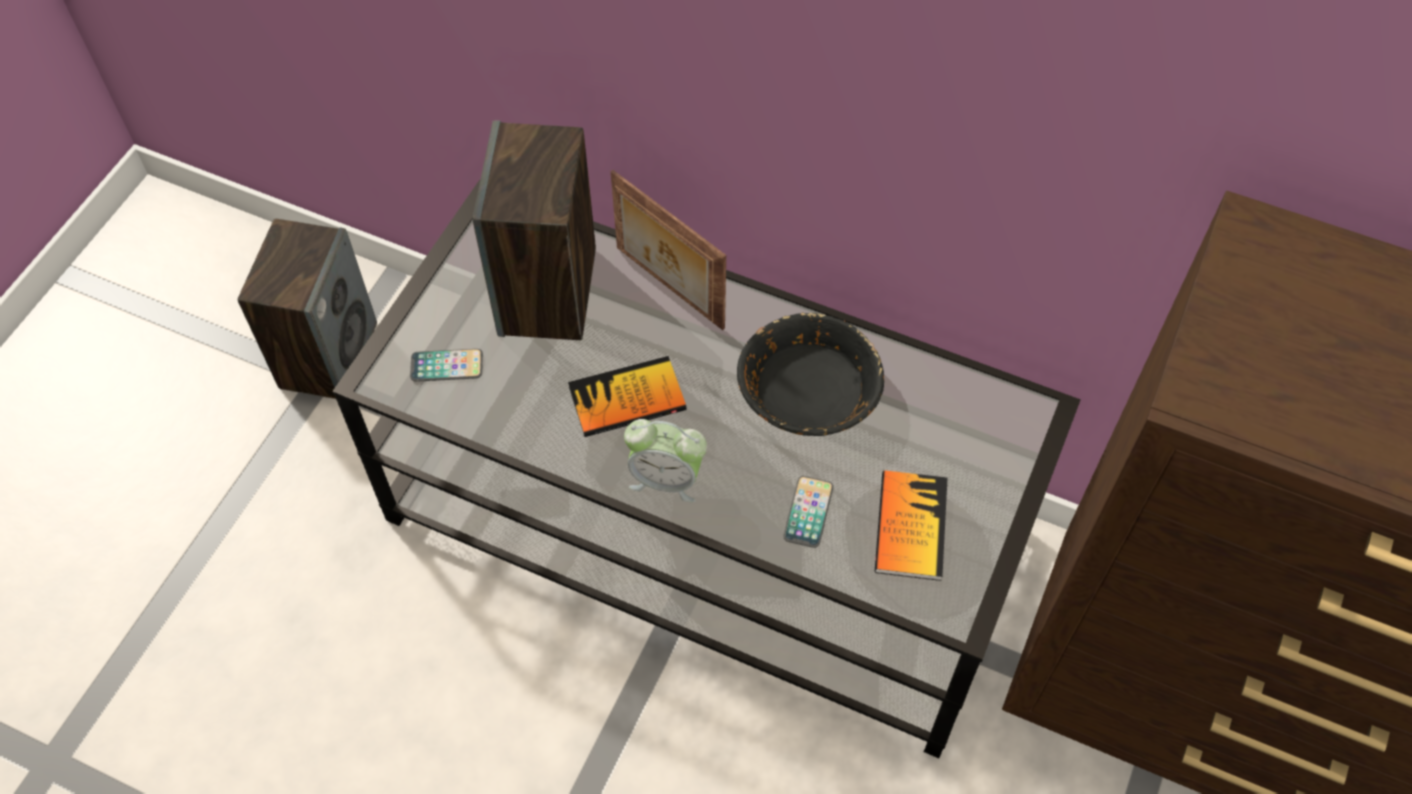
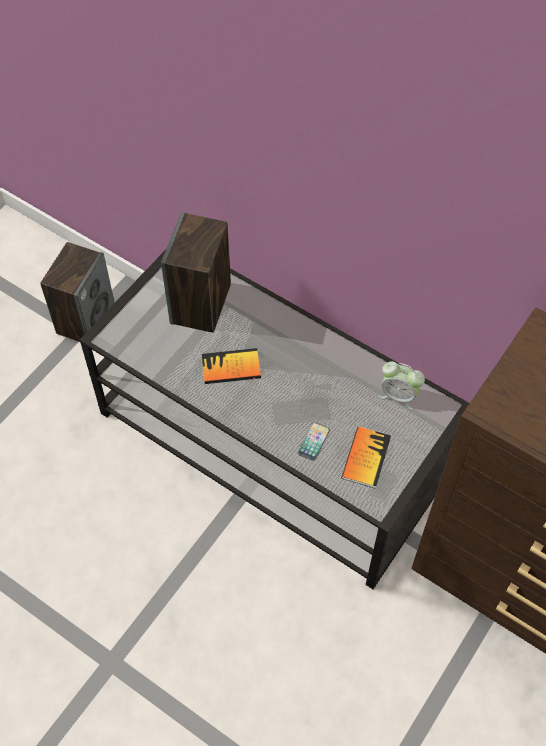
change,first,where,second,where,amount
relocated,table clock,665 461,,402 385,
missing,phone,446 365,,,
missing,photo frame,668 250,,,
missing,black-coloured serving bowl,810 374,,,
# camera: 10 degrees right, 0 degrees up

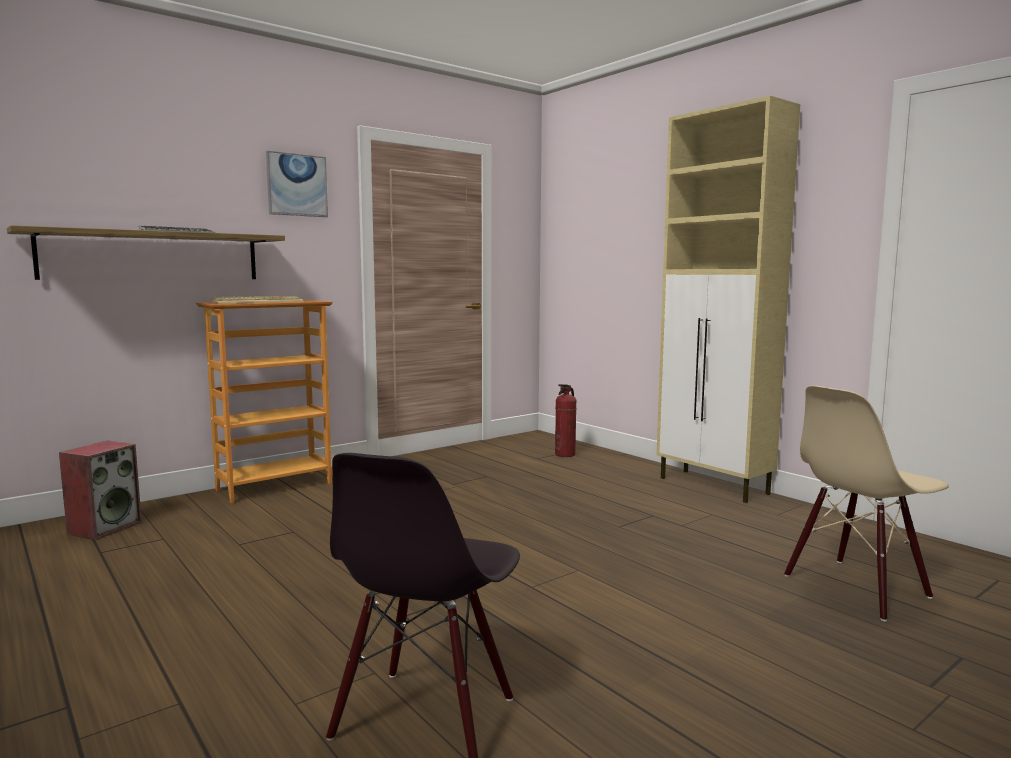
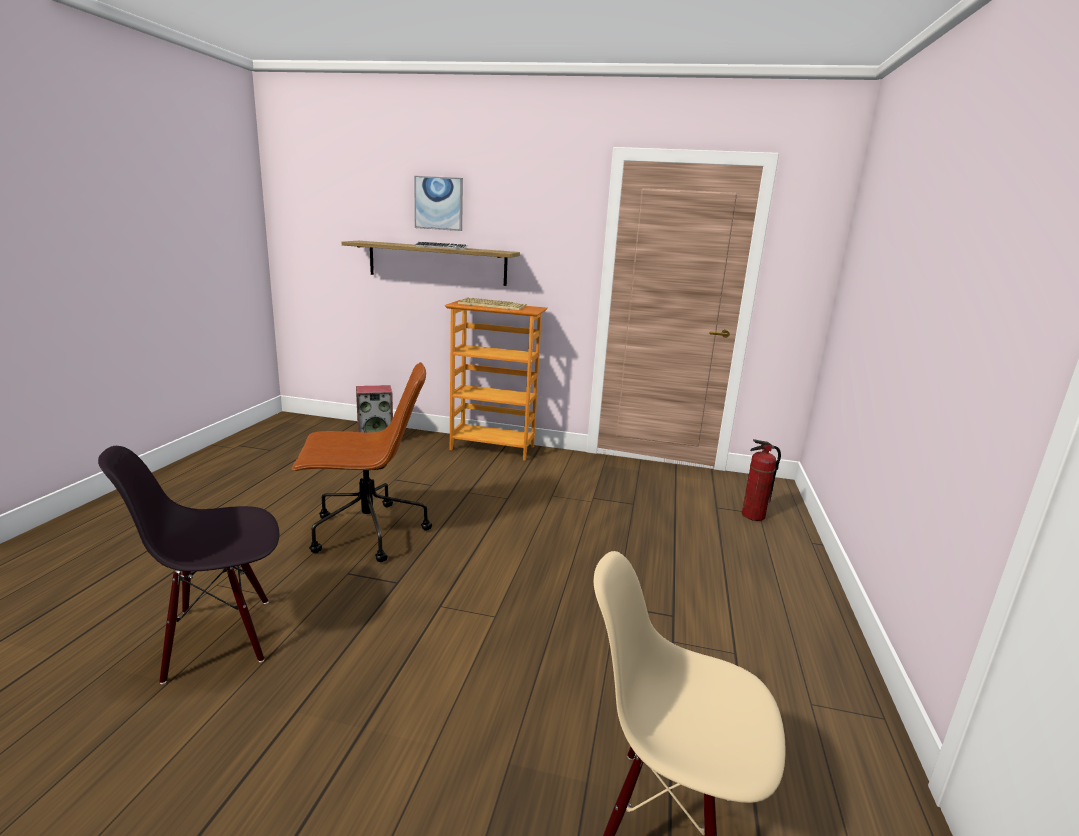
change,first,where,second,where,amount
appeared,,,brown-coloured desk chair,362 462,
relocated,wall picture,297 184,,438 203,
missing,beige storage cabinet,728 299,,,
# camera: 50 degrees right, 10 degrees up

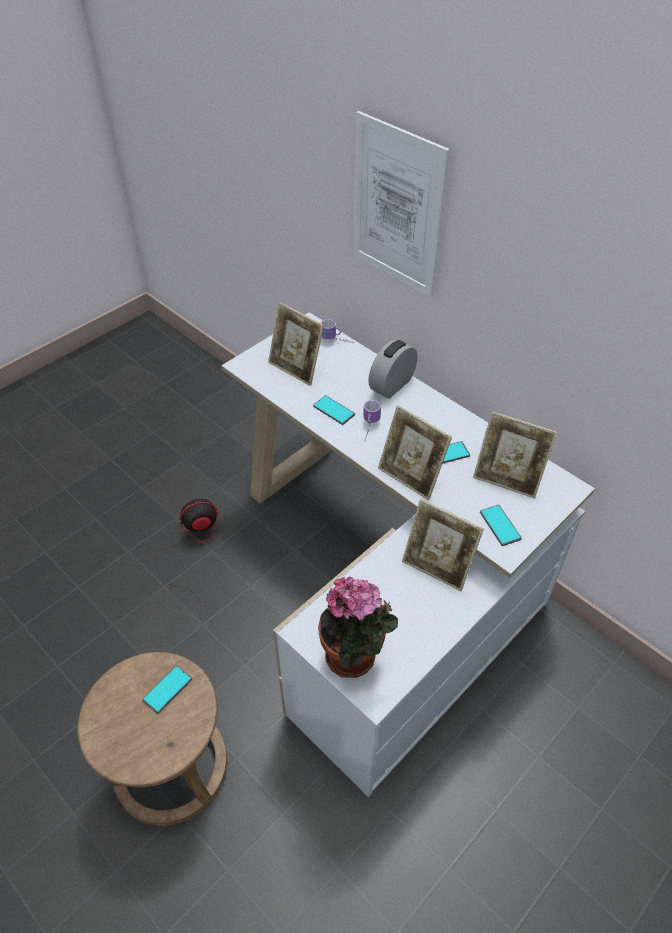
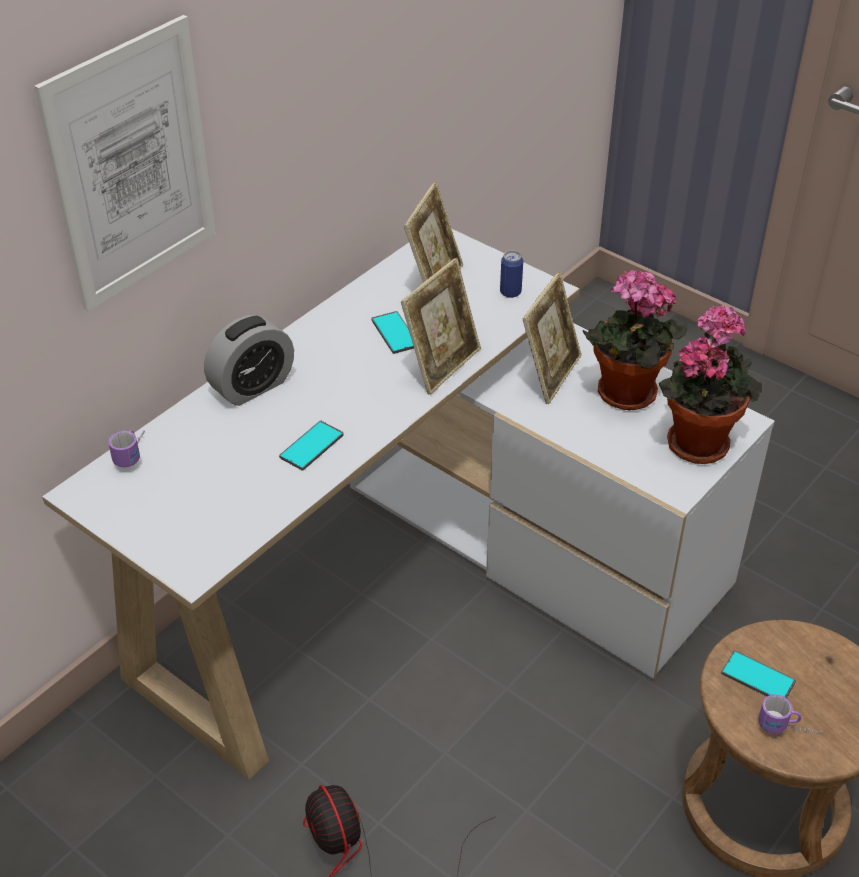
change,first,where,second,where,amount
spun,table clock,392 369,,249 360,75 degrees counterclockwise
exchanged,phone,501 525,can,511 274,
appeared,,,houseplant,635 340,
relocated,tea mug,372 419,,790 714,
missing,photo frame,296 344,,,
# camera: 95 degrees left, 5 degrees down

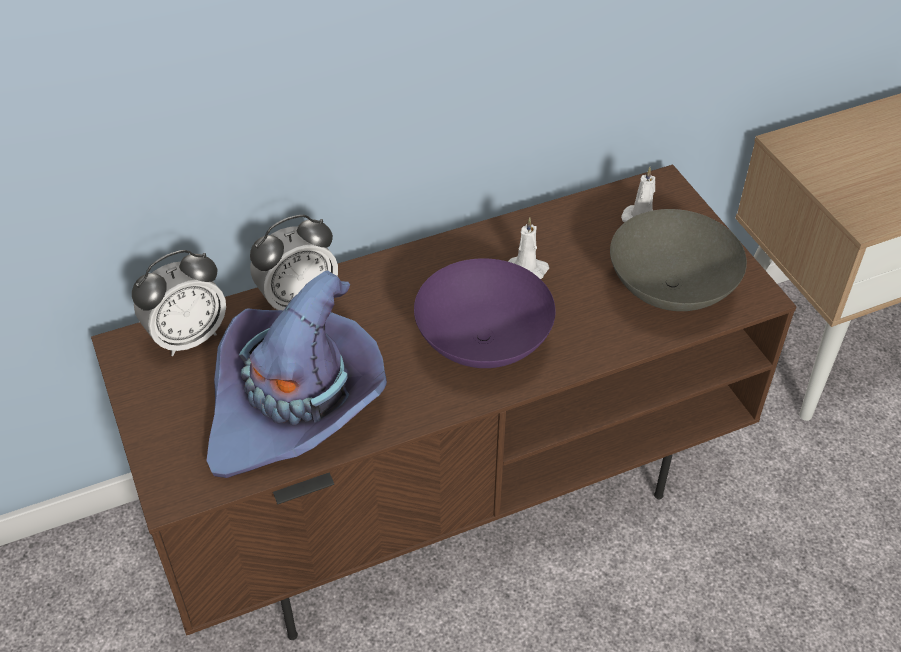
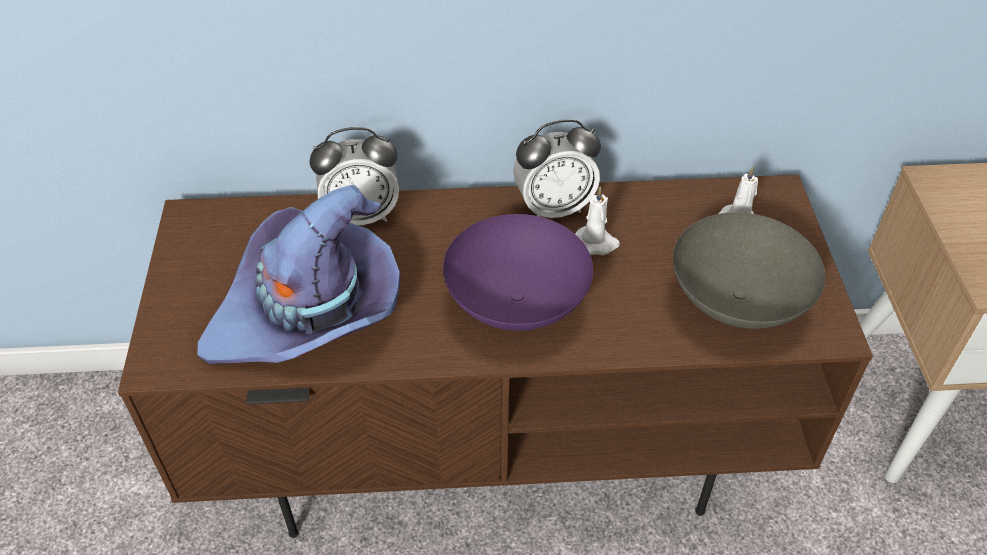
change,first,where,second,where,amount
relocated,table clock,179 303,,557 168,
# camera: 20 degrees right, 0 degrees up

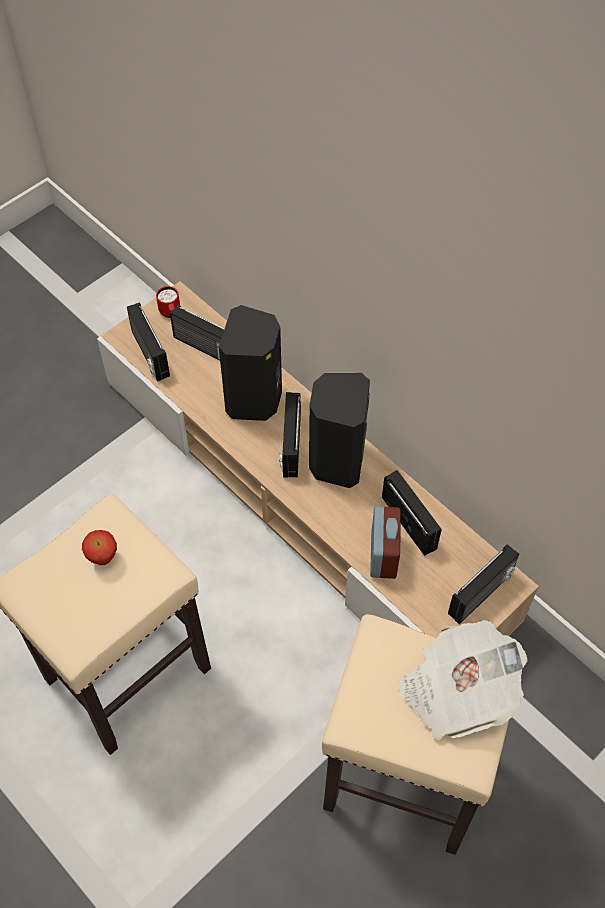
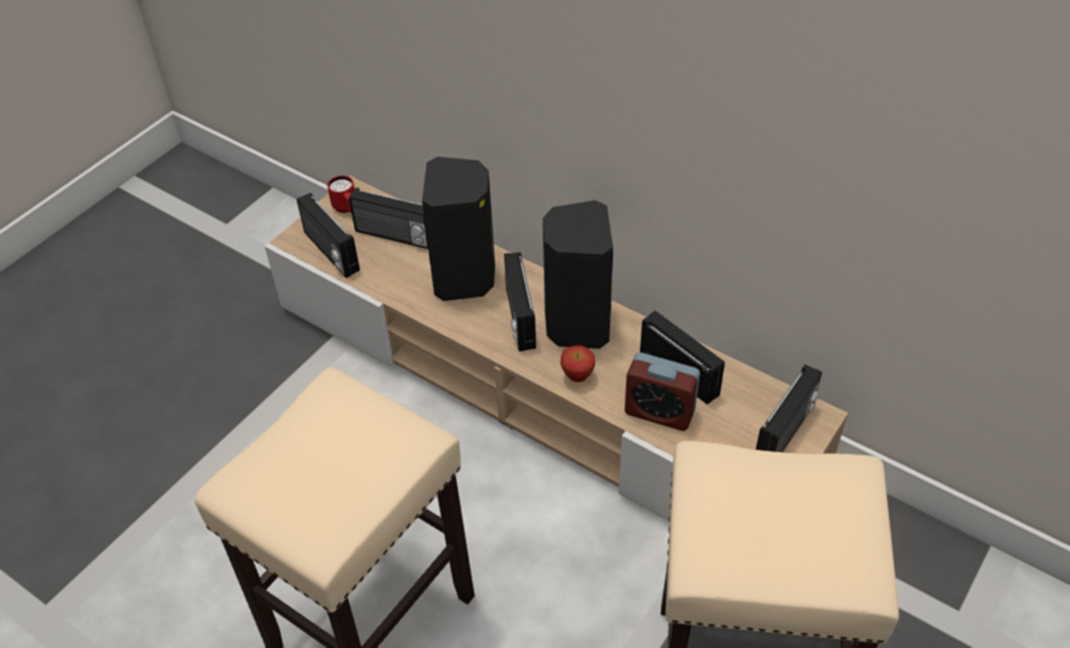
change,first,where,second,where,amount
relocated,whole apple,99 547,,577 363,
spun,table clock,385 542,,662 391,120 degrees clockwise
missing,newspaper,462 680,,,
# camera: 10 degrees left, 10 degrees down

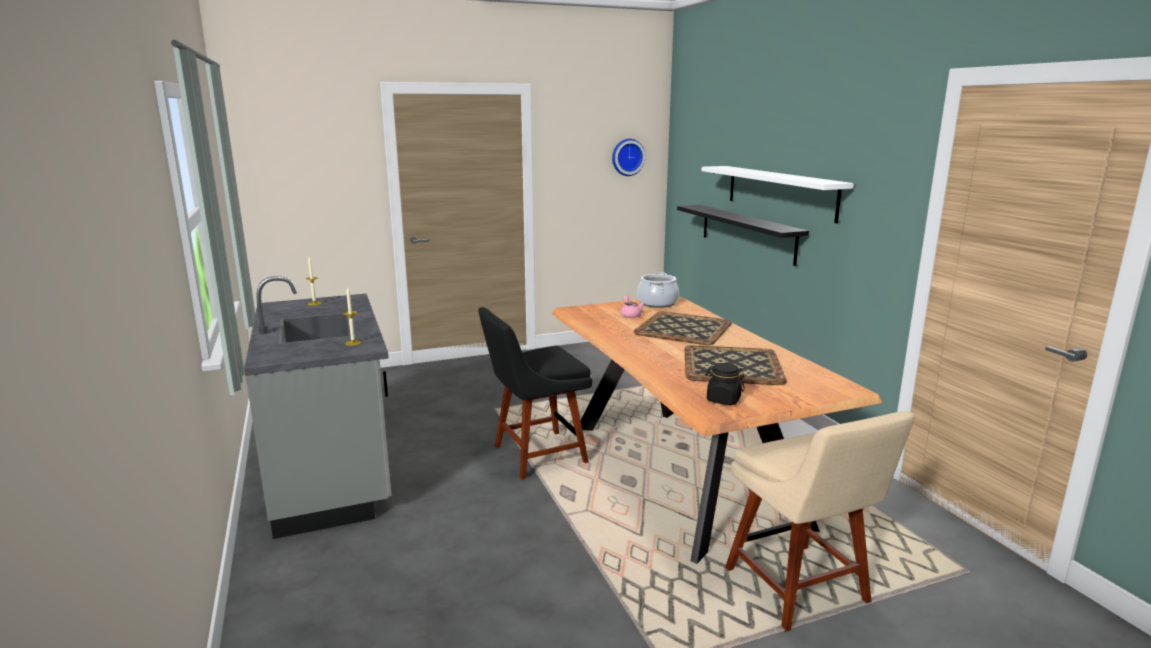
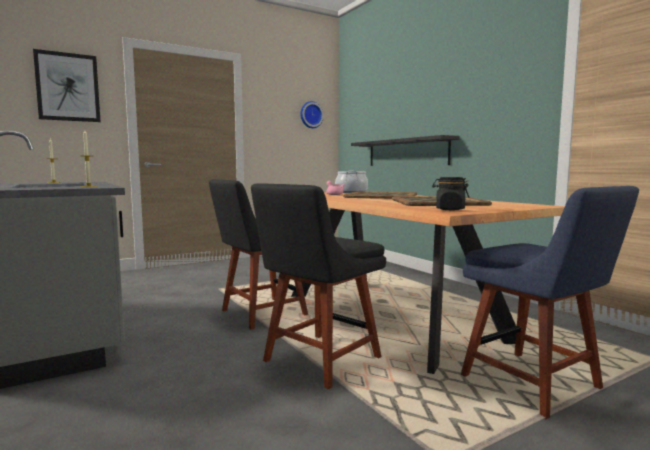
change,first,where,second,where,amount
appeared,,,wall picture,67 85,
appeared,,,black-coloured upright chair,318 286,
colour,beige upright chair,820 521,blue-coloured upright chair,550 302,
missing,white shelf,778 194,,,
# camera: 10 degrees left, 10 degrees down

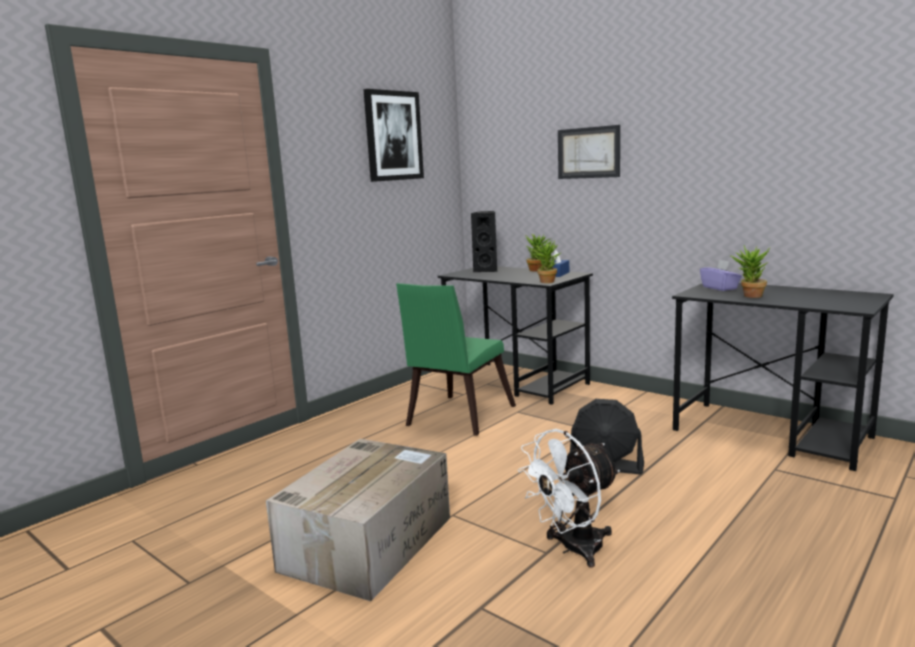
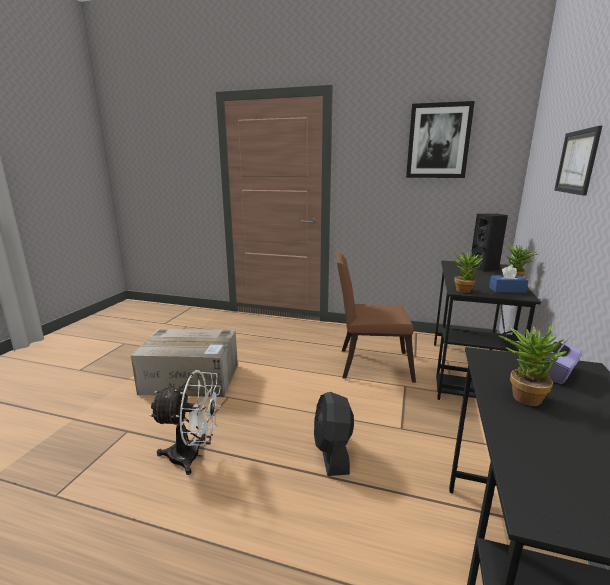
change,first,where,second,where,amount
spun,white electric fan,569 498,,185 422,150 degrees clockwise
colour,green upright chair,456 359,brown-coloured upright chair,376 317,
# camera: 65 degrees right, 5 degrees up

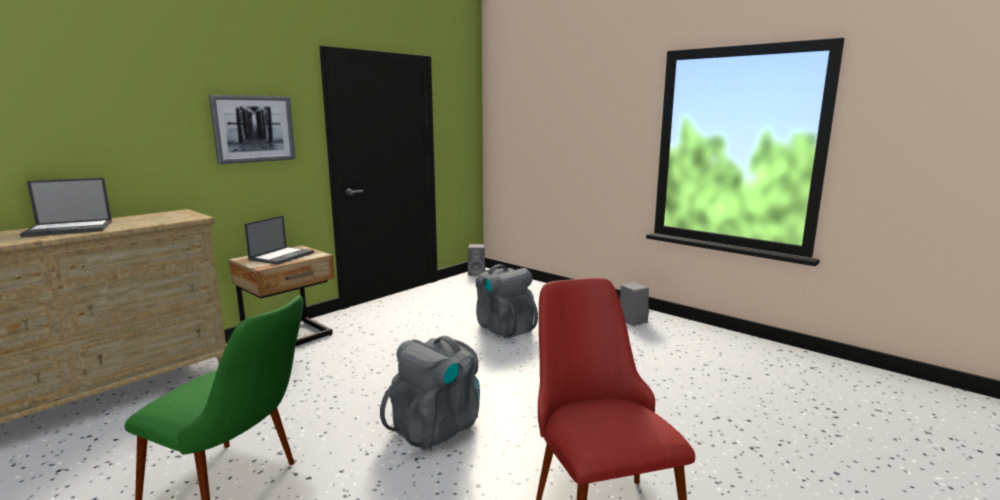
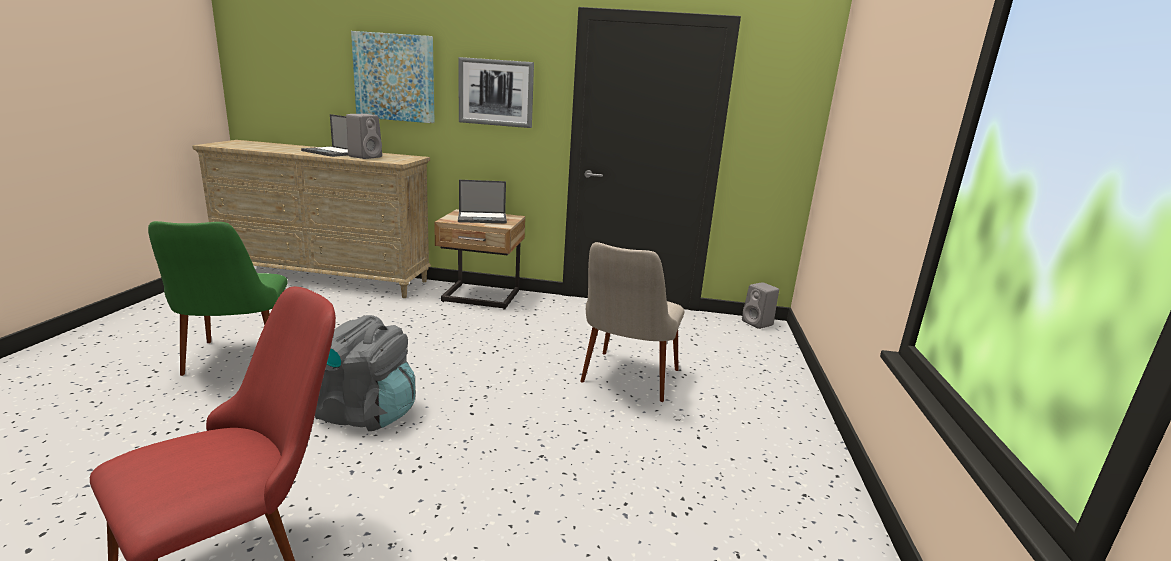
change,first,where,second,where,amount
relocated,greyish speaker,634 304,,364 136,
appeared,,,wall picture,393 77,
exchanged,greyish rucksack,507 301,beige upright chair,632 322,
# camera: 55 degrees right, 5 degrees up

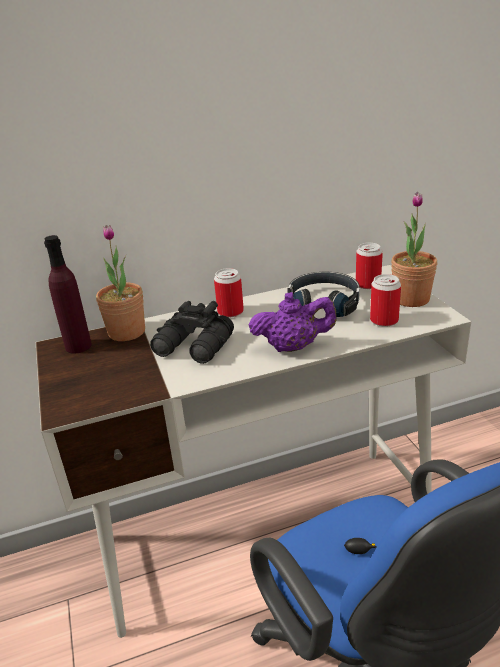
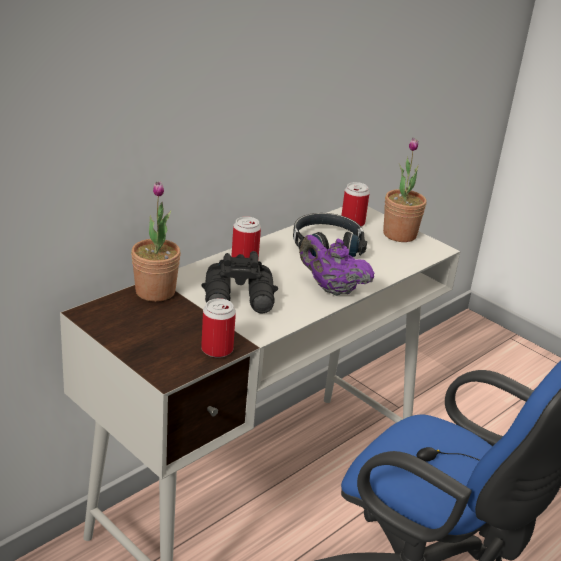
change,first,where,second,where,amount
relocated,can,385 300,,218 328,
spun,purple-coloured teapot,292 322,,336 265,120 degrees counterclockwise
missing,purple-coloured beverage bottle,68 294,,,
# camera: 30 degrees left, 0 degrees up

